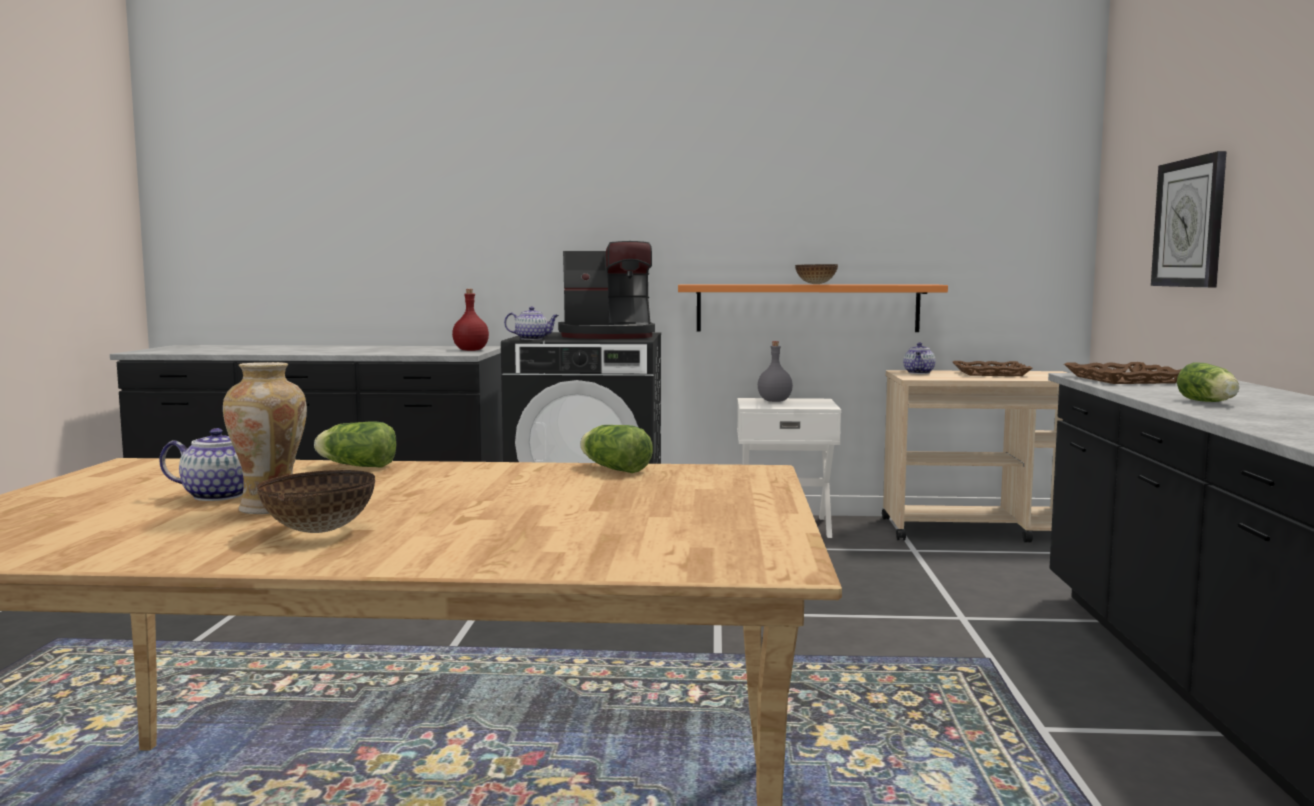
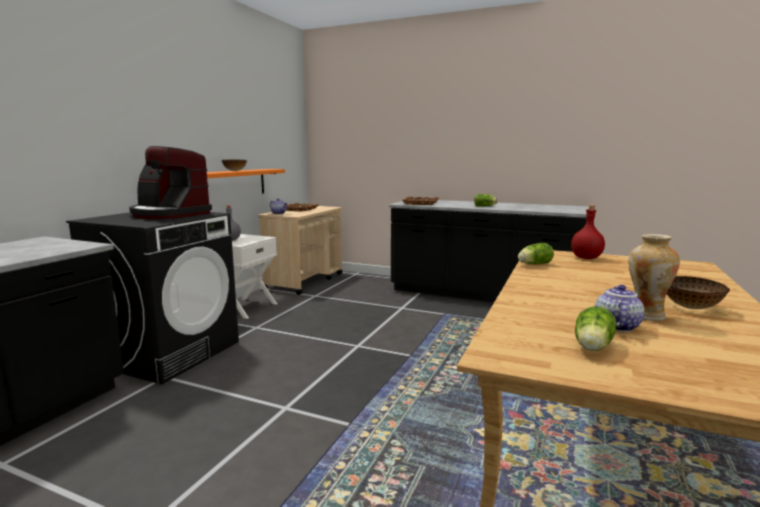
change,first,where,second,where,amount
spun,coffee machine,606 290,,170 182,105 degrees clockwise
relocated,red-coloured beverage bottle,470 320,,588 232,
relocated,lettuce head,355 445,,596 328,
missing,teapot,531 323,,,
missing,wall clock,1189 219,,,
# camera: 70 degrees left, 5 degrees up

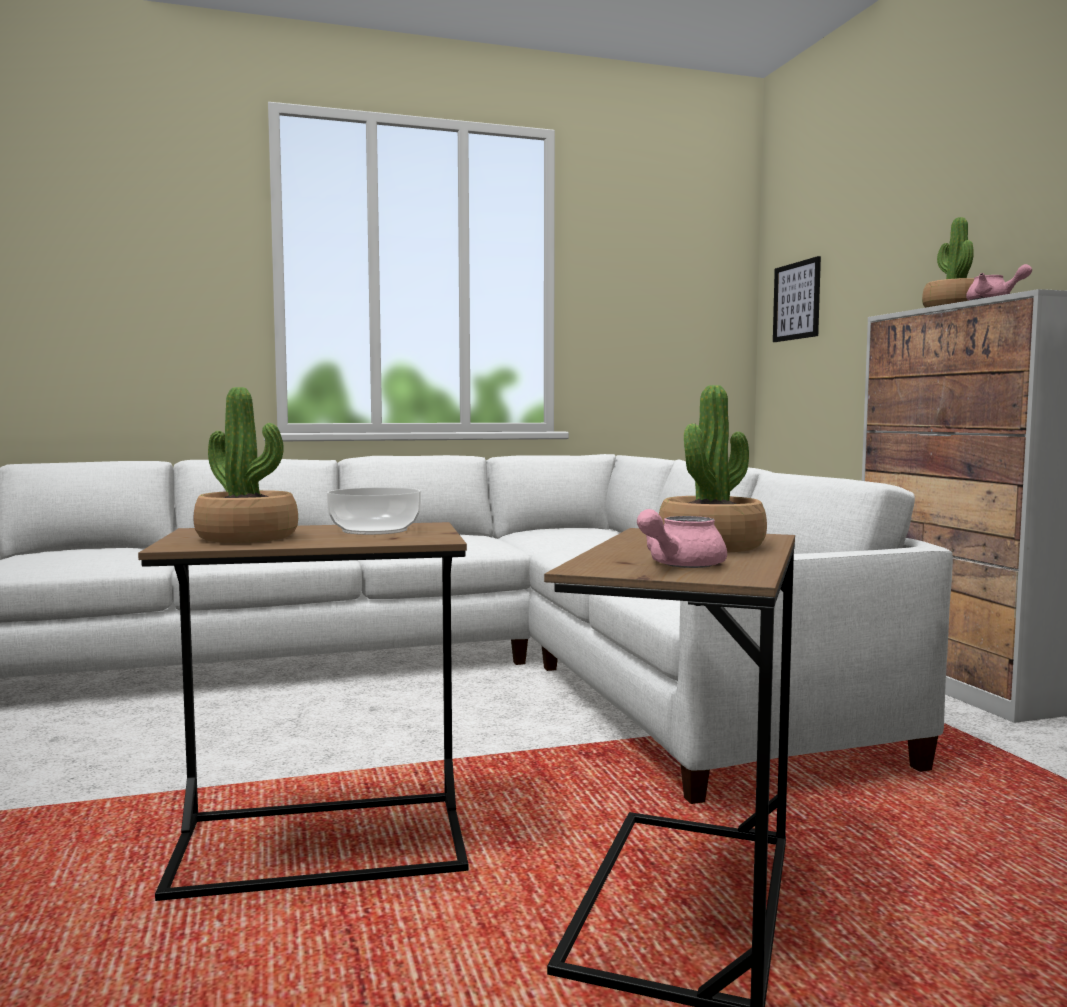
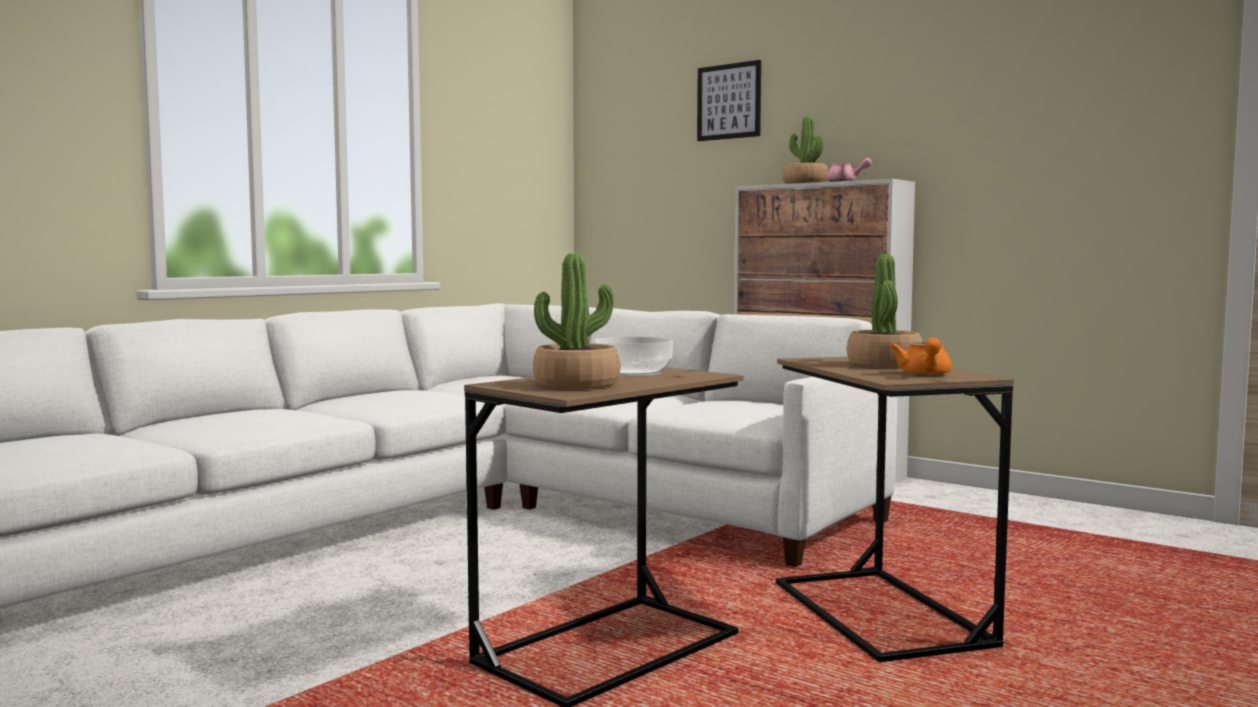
change,first,where,second,where,amount
relocated,wall picture,797 299,,729 100,
colour,pink teapot,682 538,orange teapot,921 356,
# camera: 35 degrees left, 0 degrees up

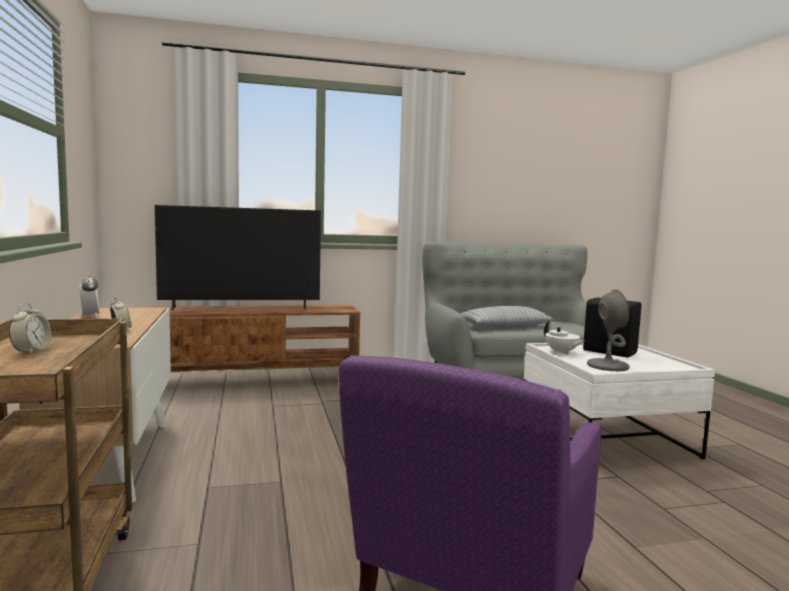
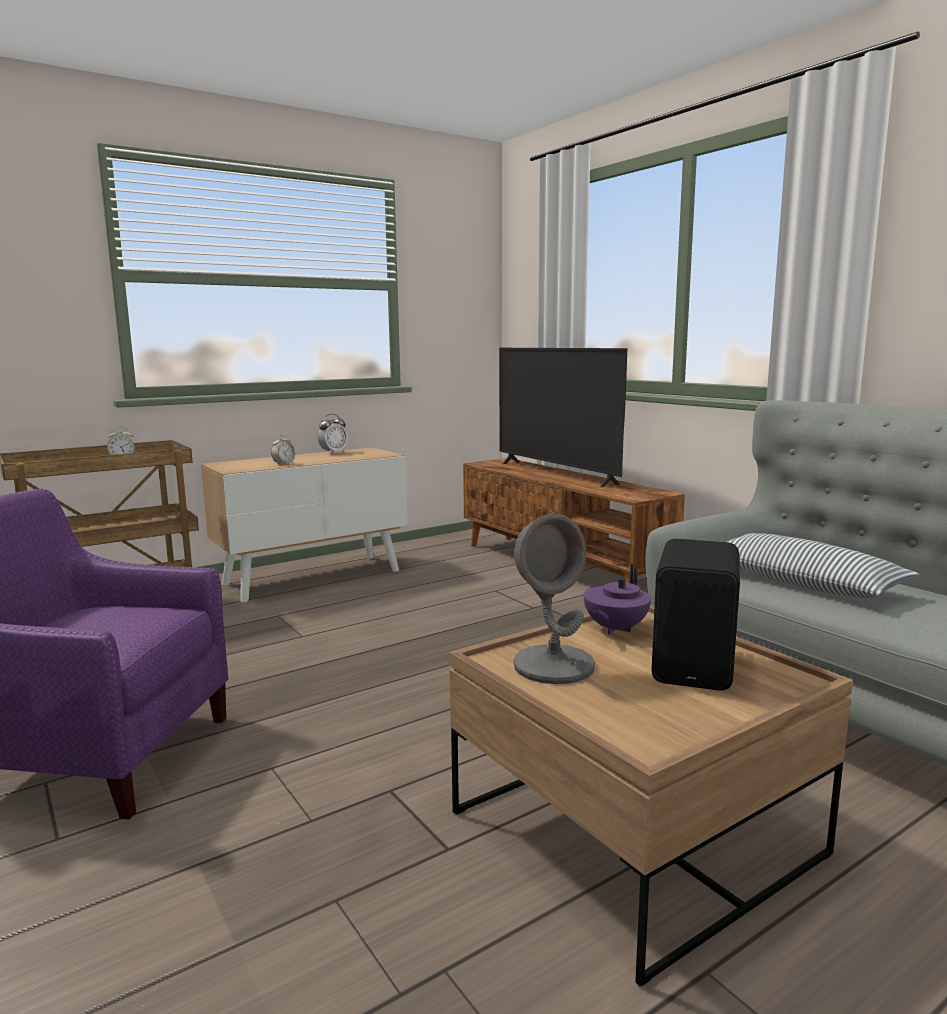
change,first,where,second,where,amount
colour,white lounge table,619 400,brown-coloured lounge table,651 796,
colour,white teapot,564 338,purple-coloured teapot,617 599,
# camera: 70 degrees right, 5 degrees up

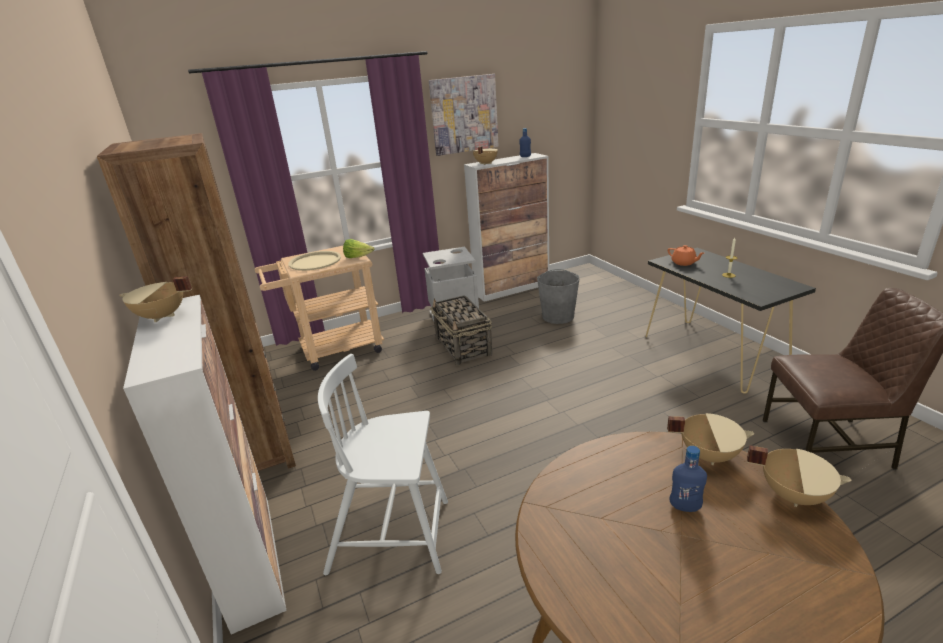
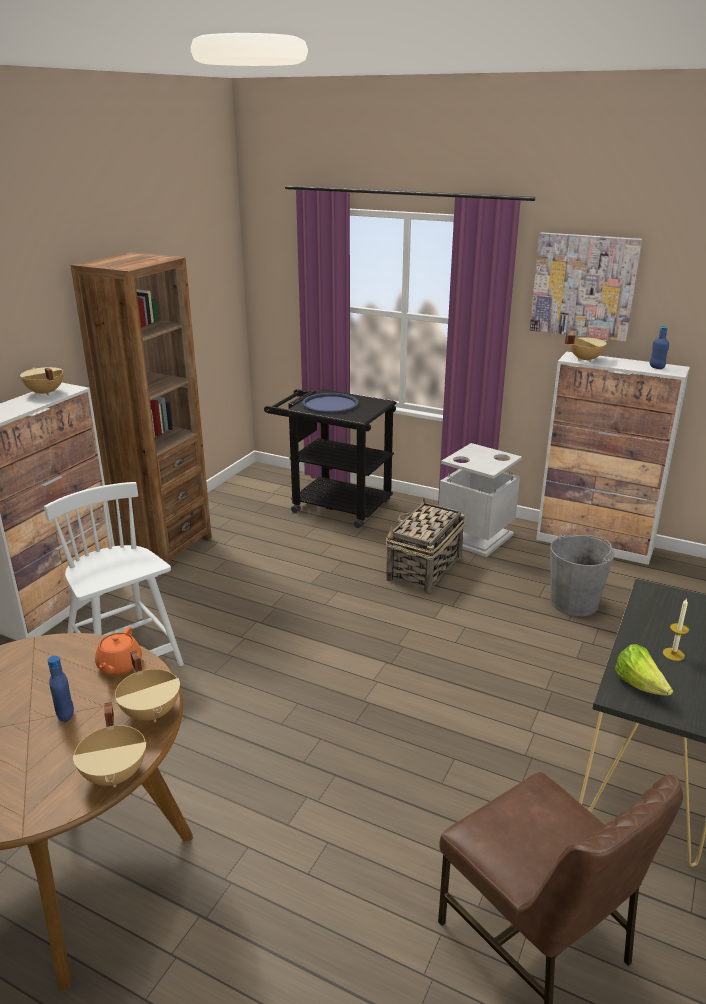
change,first,where,second,where,amount
relocated,orange teapot,686 255,,118 651,
colour,beige trolley,319 308,black-coloured trolley,330 458,
colour,beige carrying tray,314 261,blue-coloured carrying tray,330 403,
relocated,lettuce head,358 248,,644 670,
# camera: 50 degrees right, 0 degrees up

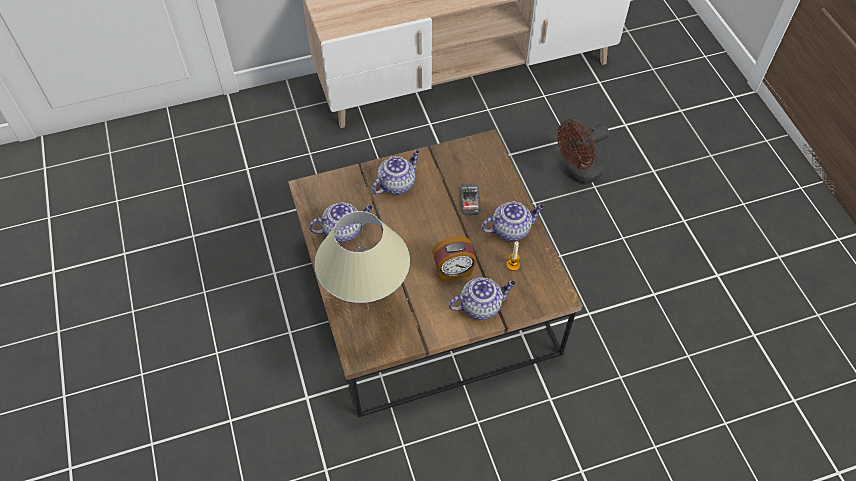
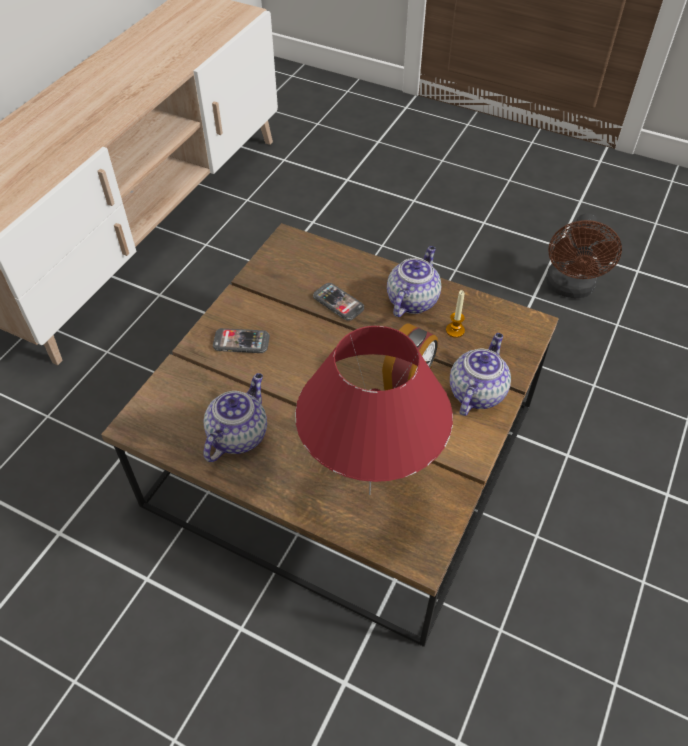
change,first,where,second,where,amount
exchanged,teapot,396 172,phone,241 340,
colour,beige tabletop lamp,362 260,red-coloured tabletop lamp,374 410,
relocated,brown-coloured electric fan,583 151,,584 255,
# camera: 45 degrees left, 5 degrees down

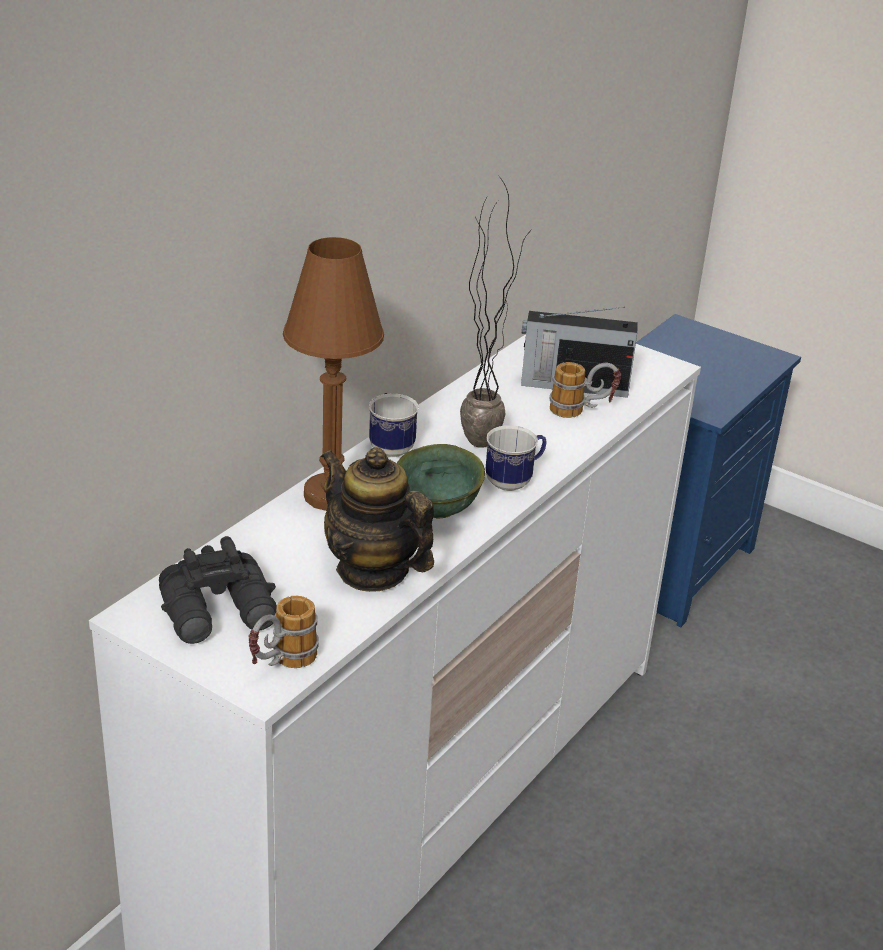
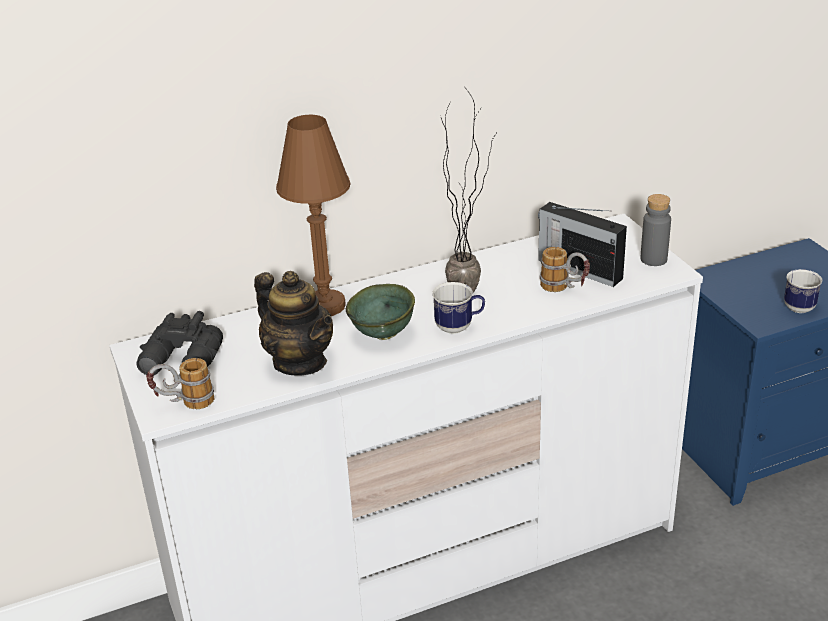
change,first,where,second,where,amount
spun,teapot,377 519,,293 323,150 degrees clockwise
appeared,,,greyish beverage bottle,656 230,
relocated,tea mug,394 425,,803 291,
# camera: 35 degrees right, 0 degrees up

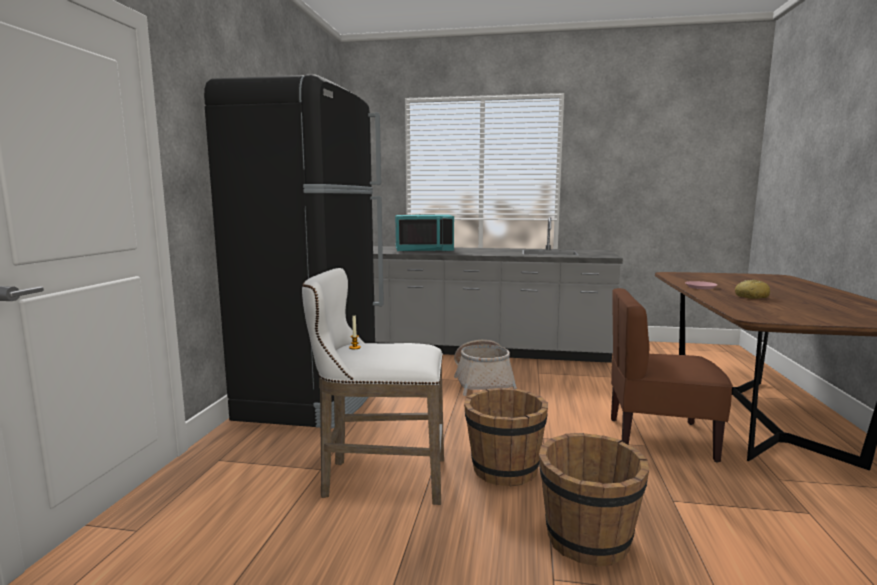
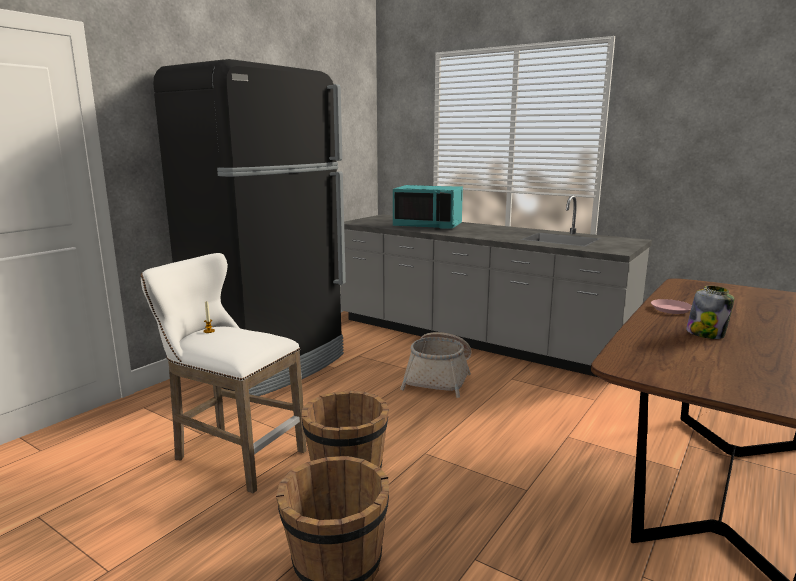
change,first,where,second,where,amount
exchanged,bread,752 289,preserve jar,710 312,
missing,brown-coloured upright chair,672 375,,,
# camera: 25 degrees right, 5 degrees up

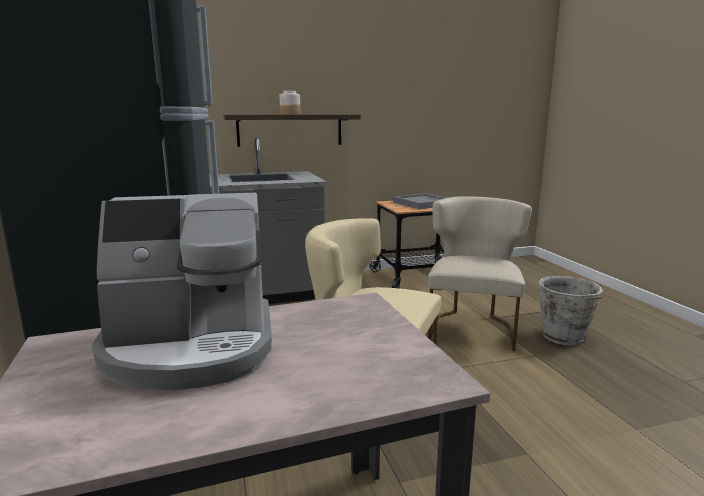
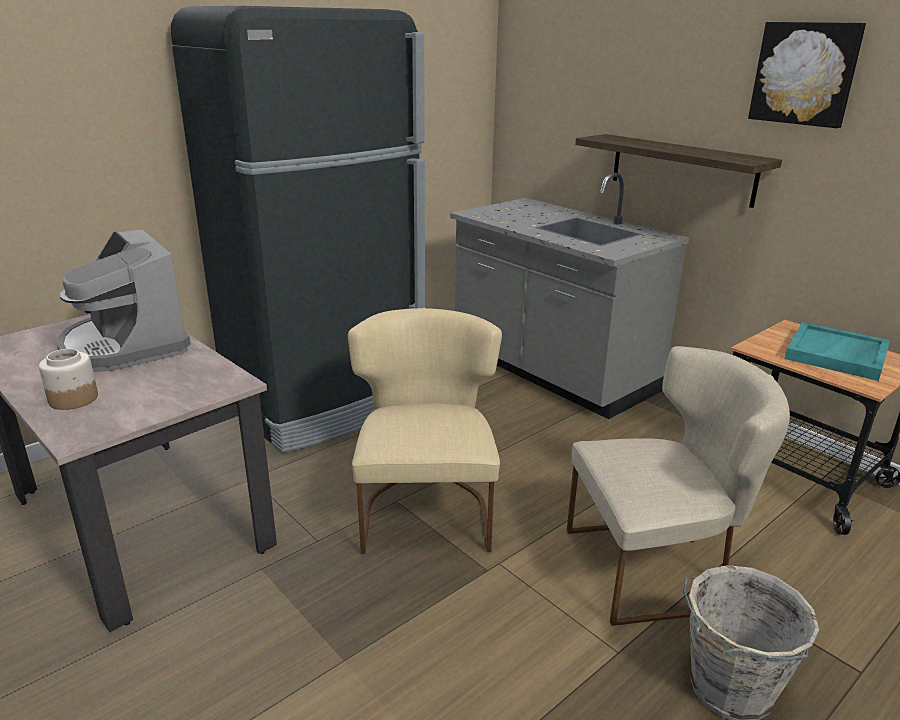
change,first,where,second,where,amount
relocated,preserve jar,290 102,,68 379,
appeared,,,wall picture,807 75,
colour,greyish carrying tray,419 201,turquoise-coloured carrying tray,837 351,
# camera: 65 degrees right, 10 degrees up

